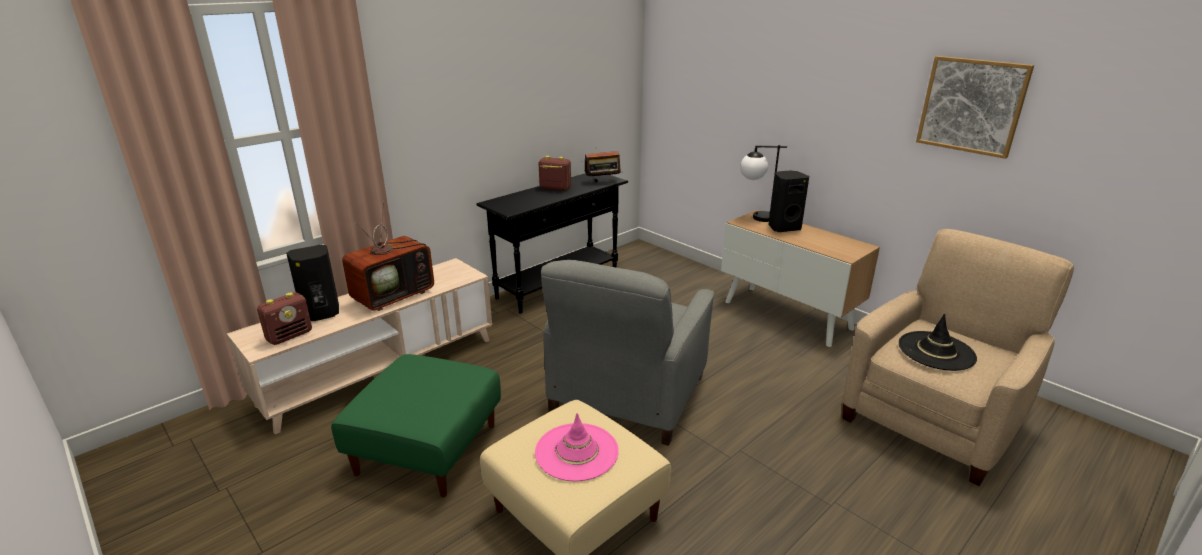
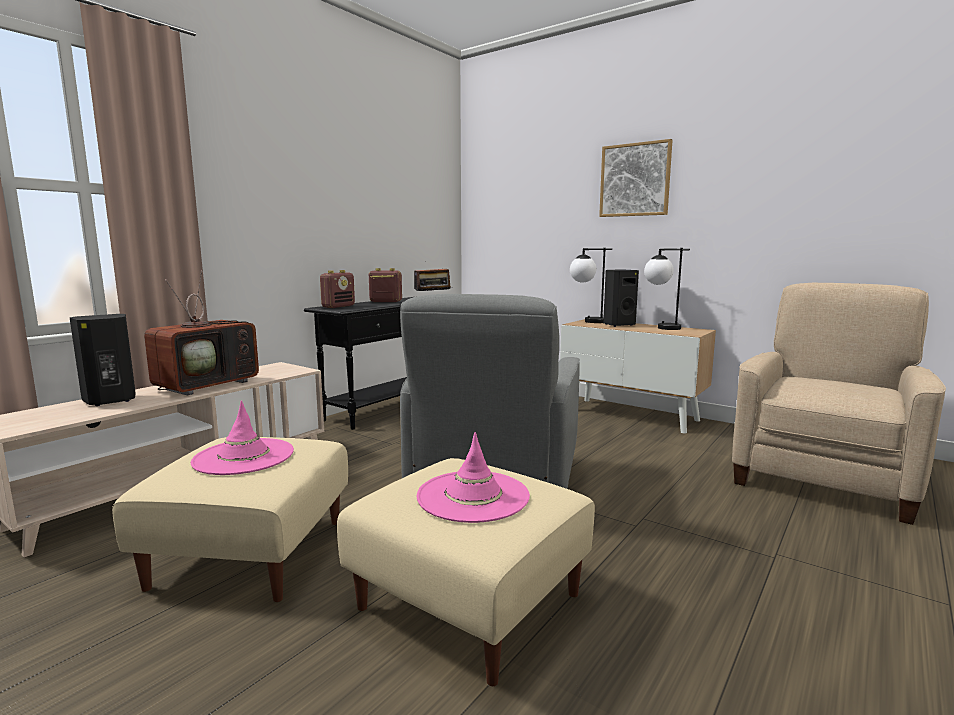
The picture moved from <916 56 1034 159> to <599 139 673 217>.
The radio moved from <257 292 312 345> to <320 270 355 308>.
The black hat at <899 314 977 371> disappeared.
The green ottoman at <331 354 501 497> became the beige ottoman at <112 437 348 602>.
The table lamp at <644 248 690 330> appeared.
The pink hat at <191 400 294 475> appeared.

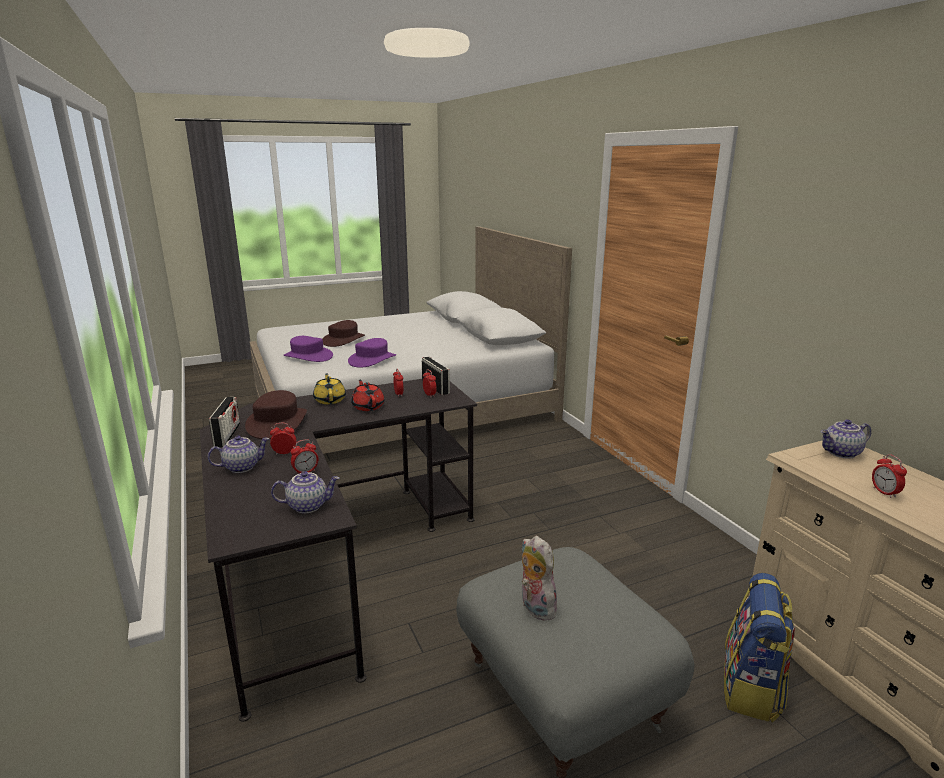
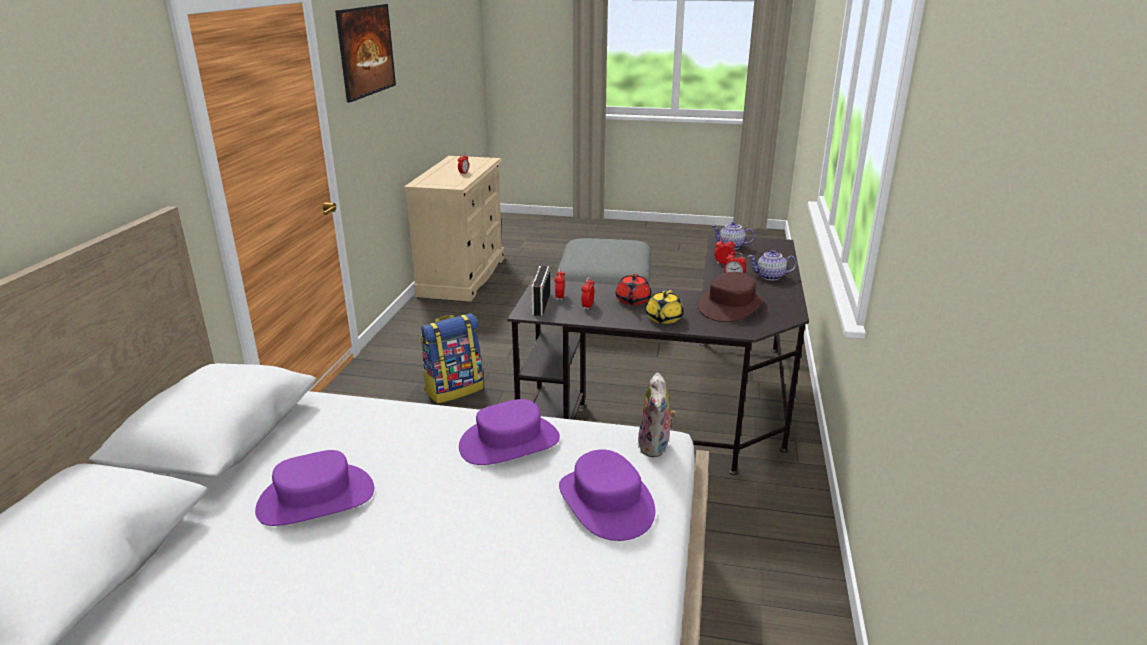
The brown hat at <322 320 365 347> disappeared.
The radio at <209 397 240 448> disappeared.
The teapot at <820 419 871 459> disappeared.
The plush toy moved from <522 536 557 621> to <637 372 677 457>.
The backpack moved from <724 573 795 722> to <420 313 484 404>.
The picture at <335 4 396 103> appeared.
The purple hat at <255 450 374 526> appeared.

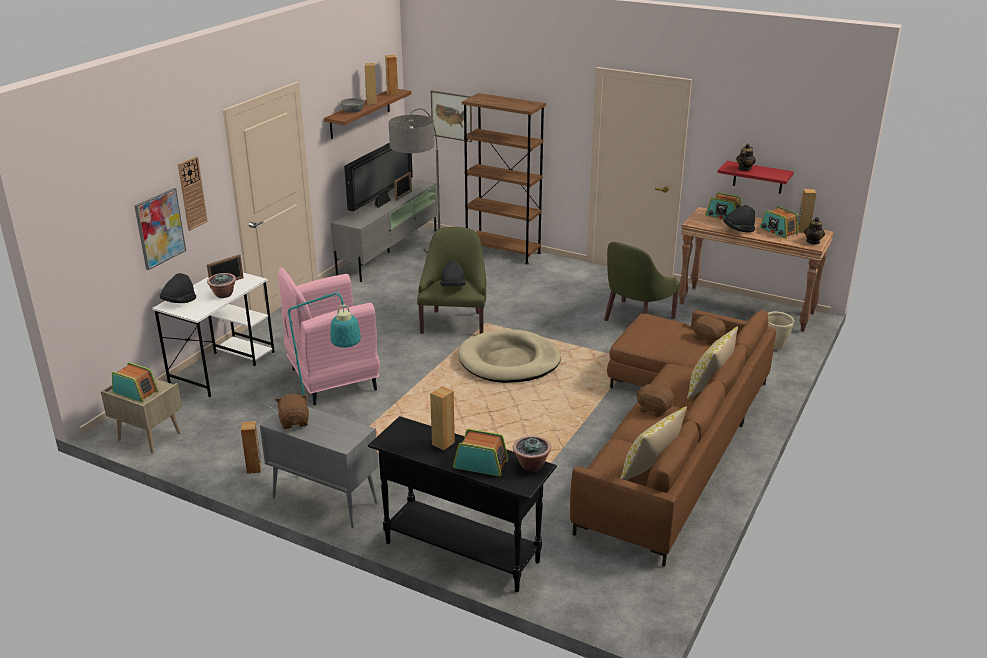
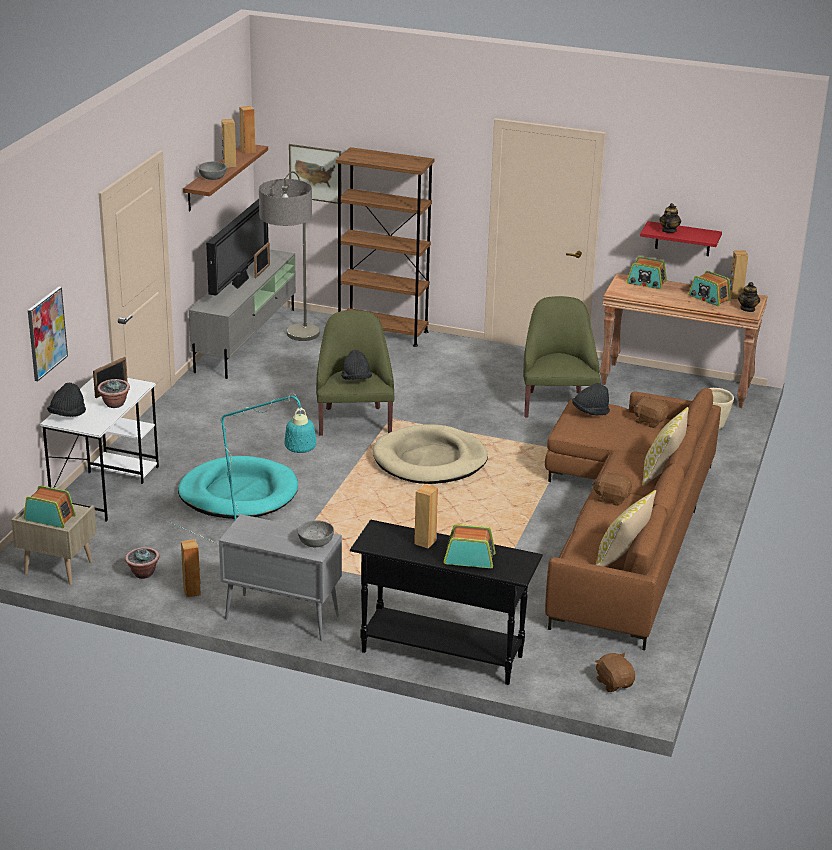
The wall clock at <178 156 208 231> disappeared.
The black hat moved from <723 205 755 232> to <572 383 610 416>.
The green armchair at <604 242 680 321> turned 150 degrees clockwise.
The pink armchair at <278 268 380 405> was replaced by the turquoise dog bed at <178 456 298 519>.
The brown plush toy moved from <275 394 309 429> to <595 653 635 692>.
The potted plant moved from <513 436 551 472> to <125 547 159 579>.
The grey bowl at <298 521 334 547> appeared.

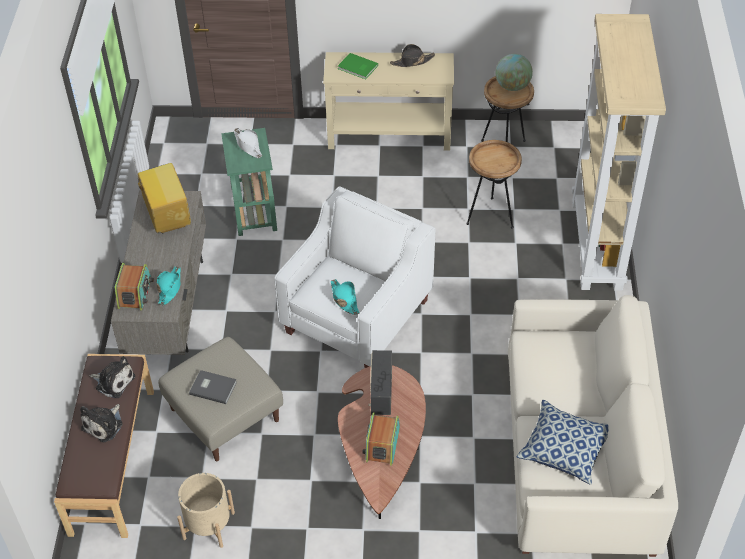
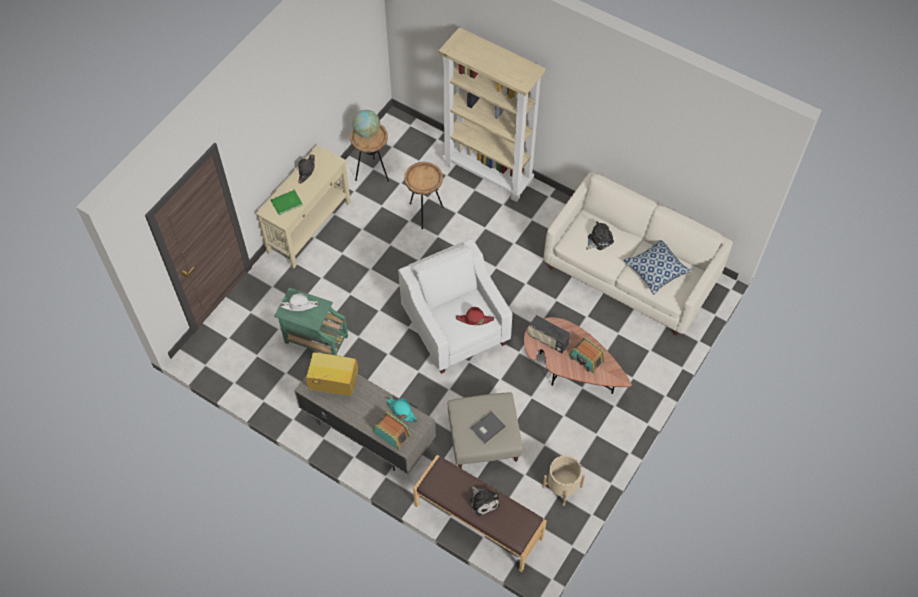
The turquoise hat at <331 279 360 315> became the red hat at <456 307 494 325>.
The plush toy moved from <89 356 135 398> to <586 221 614 250>.

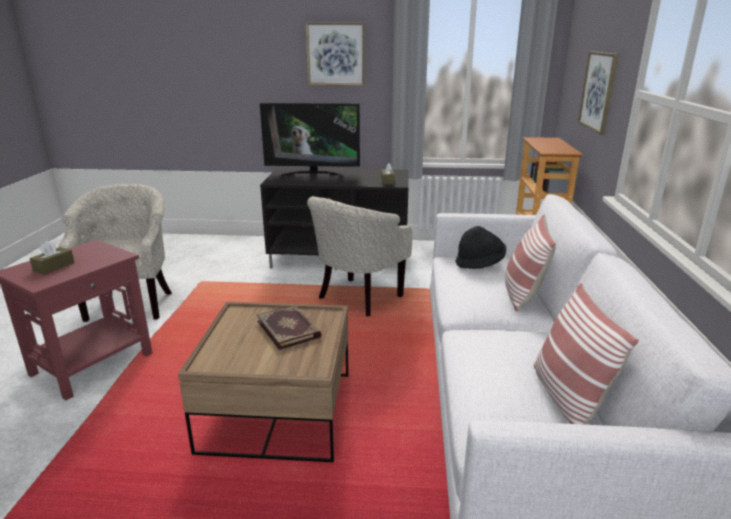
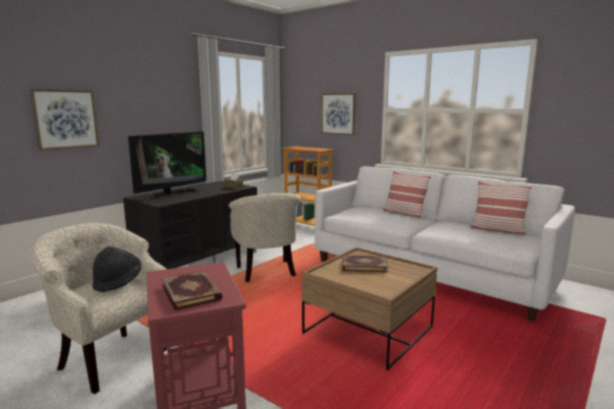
The picture moved from <305 22 365 85> to <30 89 99 151>.
The black hat moved from <455 226 506 269> to <93 246 142 293>.
The brown tissue box at <30 240 74 275> was replaced by the book at <161 271 223 311>.

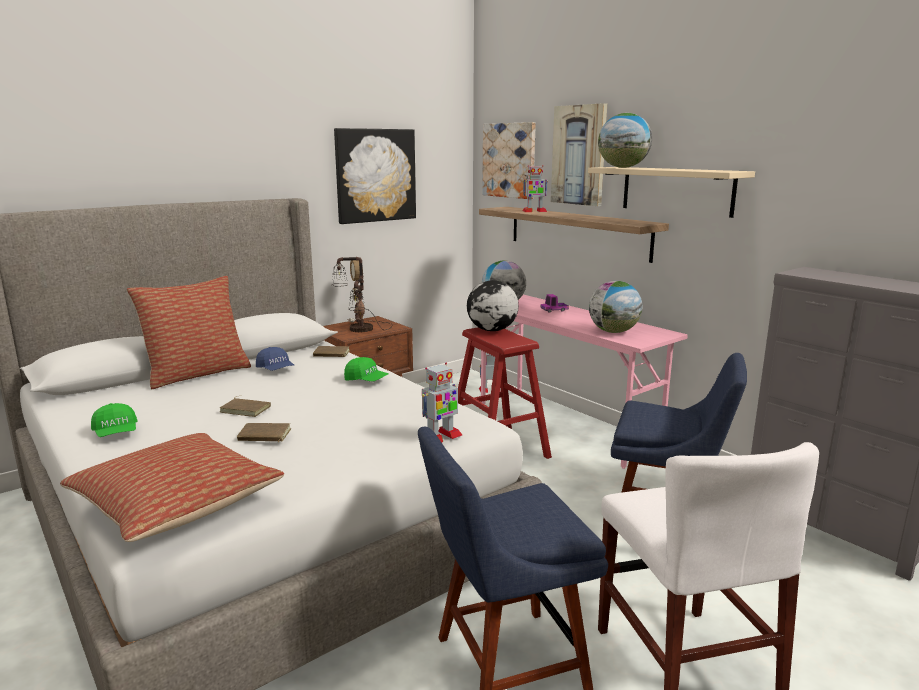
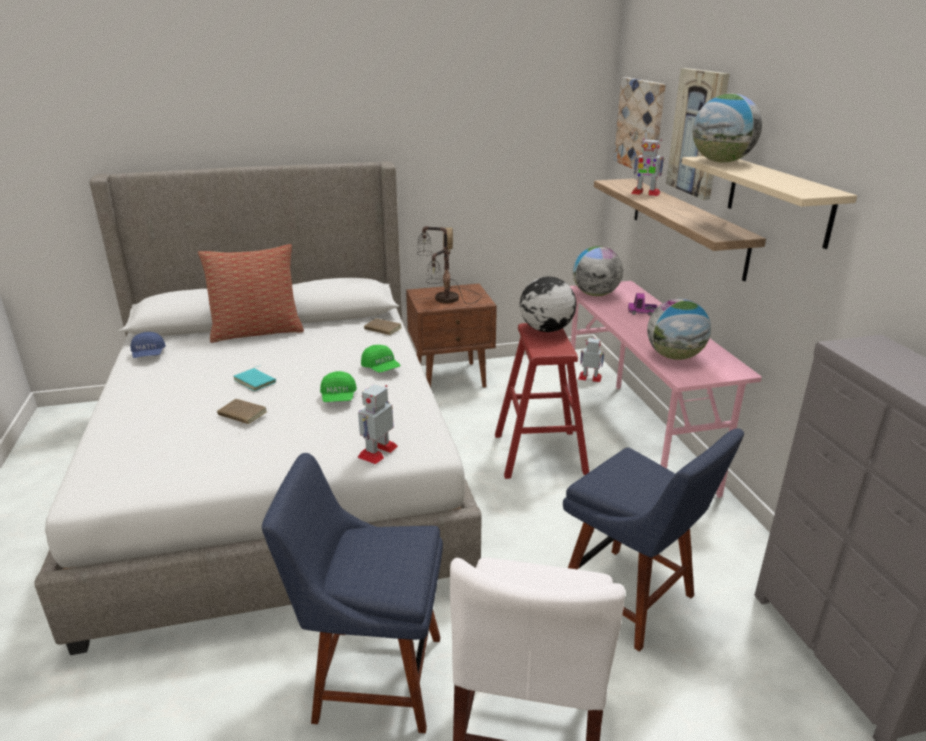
The picture at <334 128 416 224> disappeared.
The blue cap moved from <256 347 294 371> to <131 332 166 358>.
The toy robot at <422 363 462 442> turned 135 degrees clockwise.
The brown book at <220 396 271 417> became the turquoise book at <234 366 276 391>.
The green cap moved from <91 403 138 437> to <320 371 357 402>.
The pillow at <60 433 284 542> disappeared.

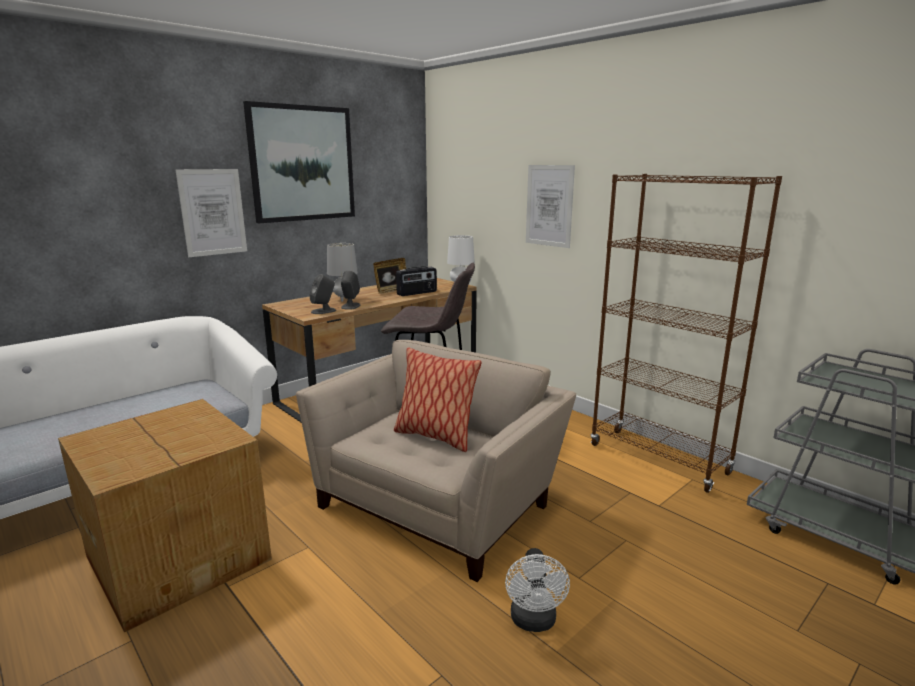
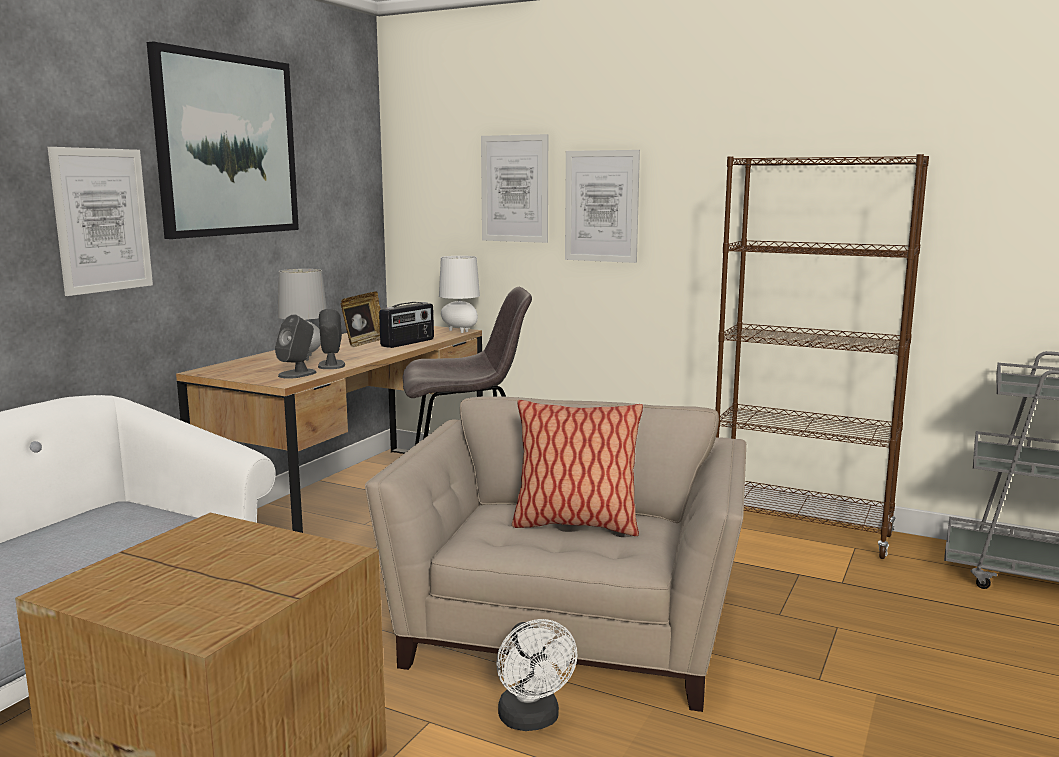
The white fan moved from <505 548 570 632> to <496 619 577 731>.
The picture at <481 134 548 243> appeared.

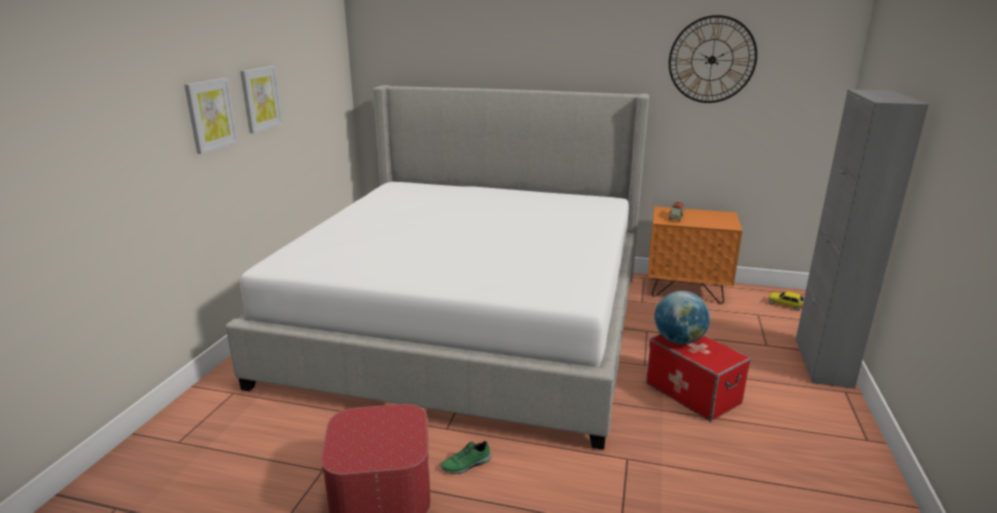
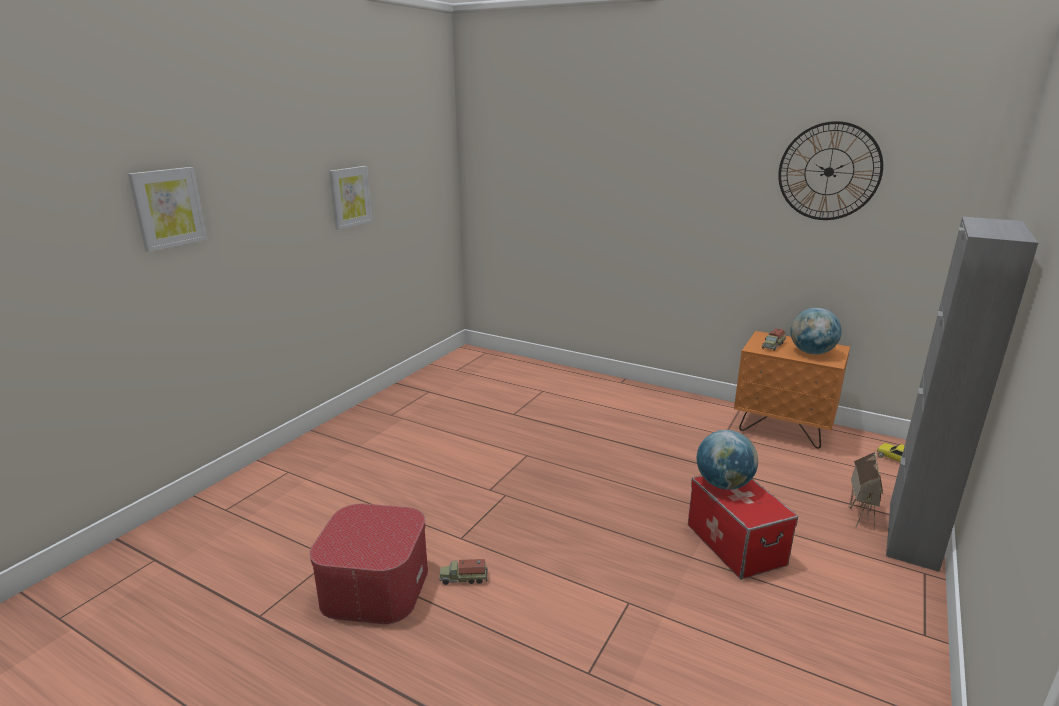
The picture moved from <185 78 238 154> to <128 167 207 252>.
The bed at <226 85 649 450> disappeared.
The green shoe at <440 441 492 474> was replaced by the toy truck at <439 559 487 585>.
The globe at <790 308 842 355> appeared.
The toy house at <848 451 883 531> appeared.

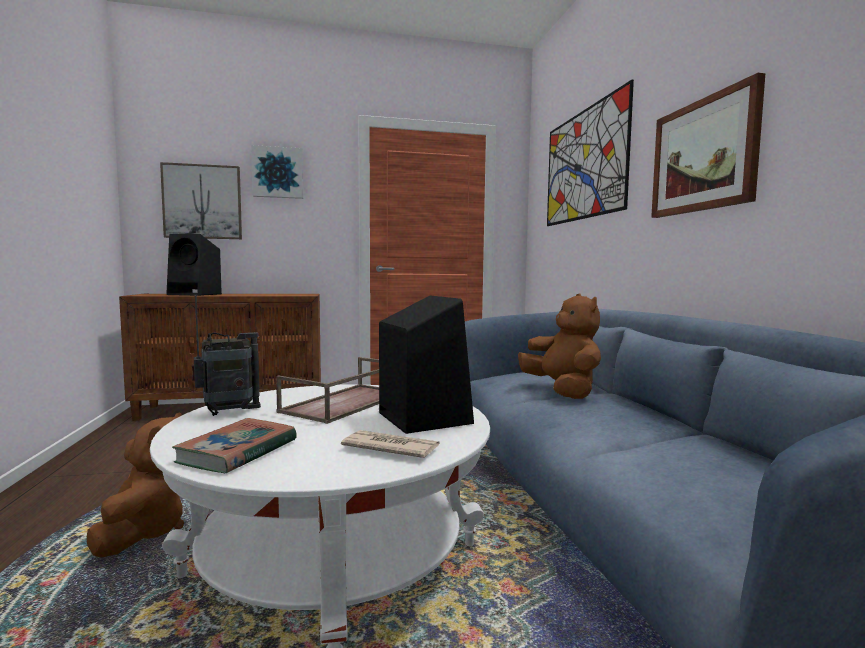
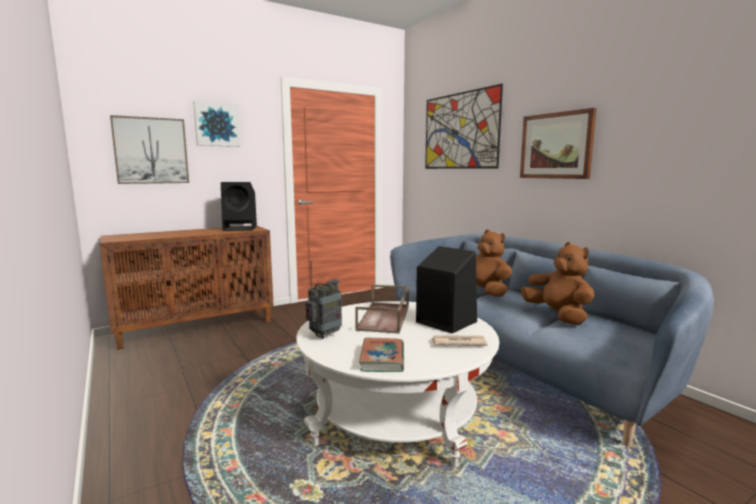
The black speaker moved from <166 234 222 296> to <221 182 257 231>.
The brown plush toy moved from <87 412 184 558> to <521 242 595 325>.

